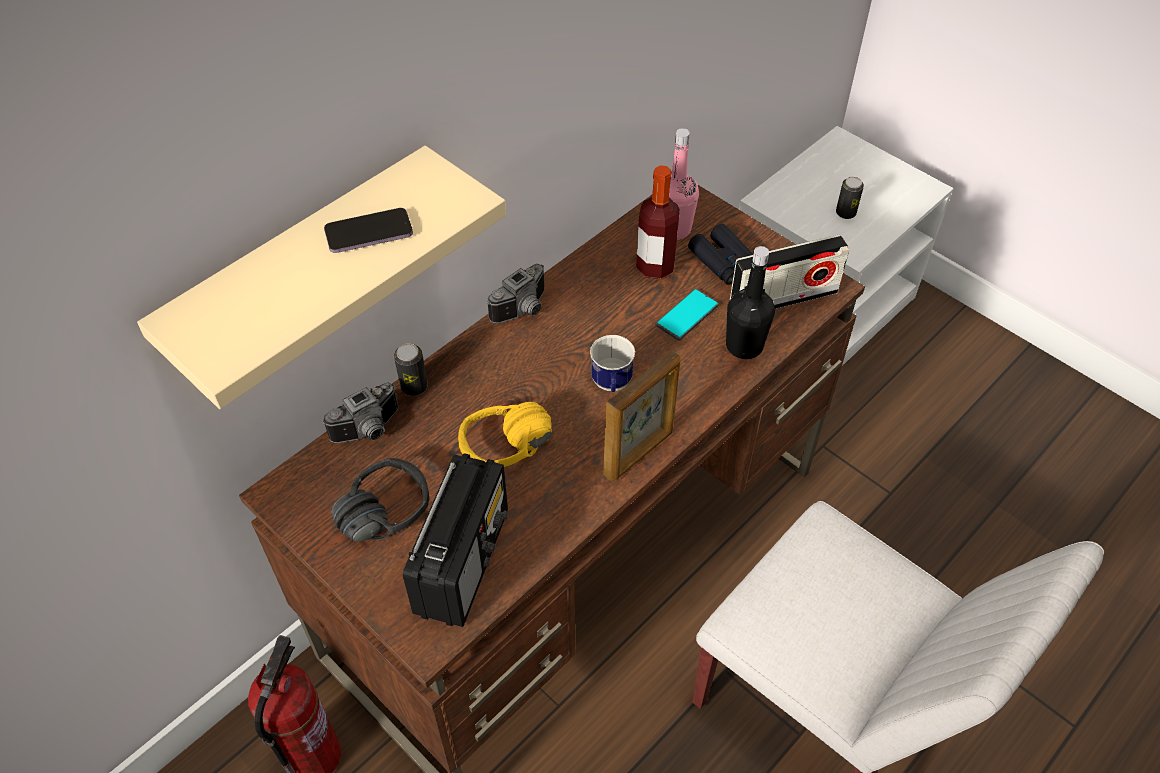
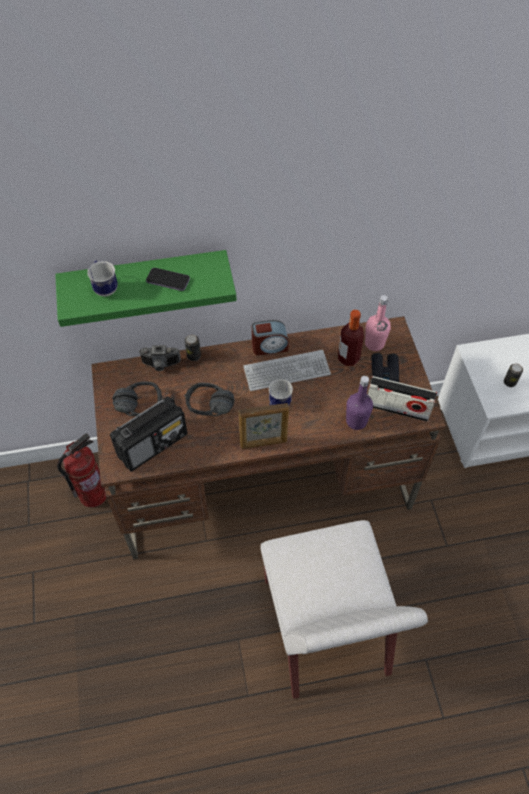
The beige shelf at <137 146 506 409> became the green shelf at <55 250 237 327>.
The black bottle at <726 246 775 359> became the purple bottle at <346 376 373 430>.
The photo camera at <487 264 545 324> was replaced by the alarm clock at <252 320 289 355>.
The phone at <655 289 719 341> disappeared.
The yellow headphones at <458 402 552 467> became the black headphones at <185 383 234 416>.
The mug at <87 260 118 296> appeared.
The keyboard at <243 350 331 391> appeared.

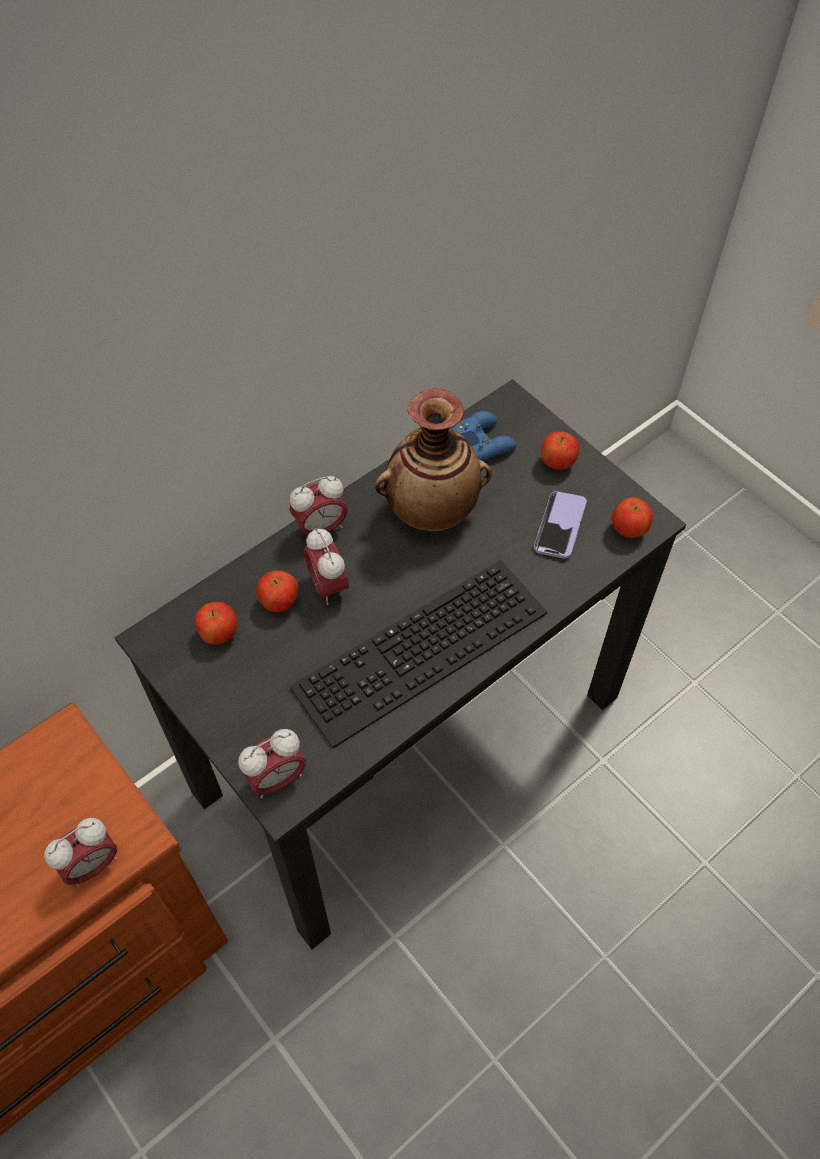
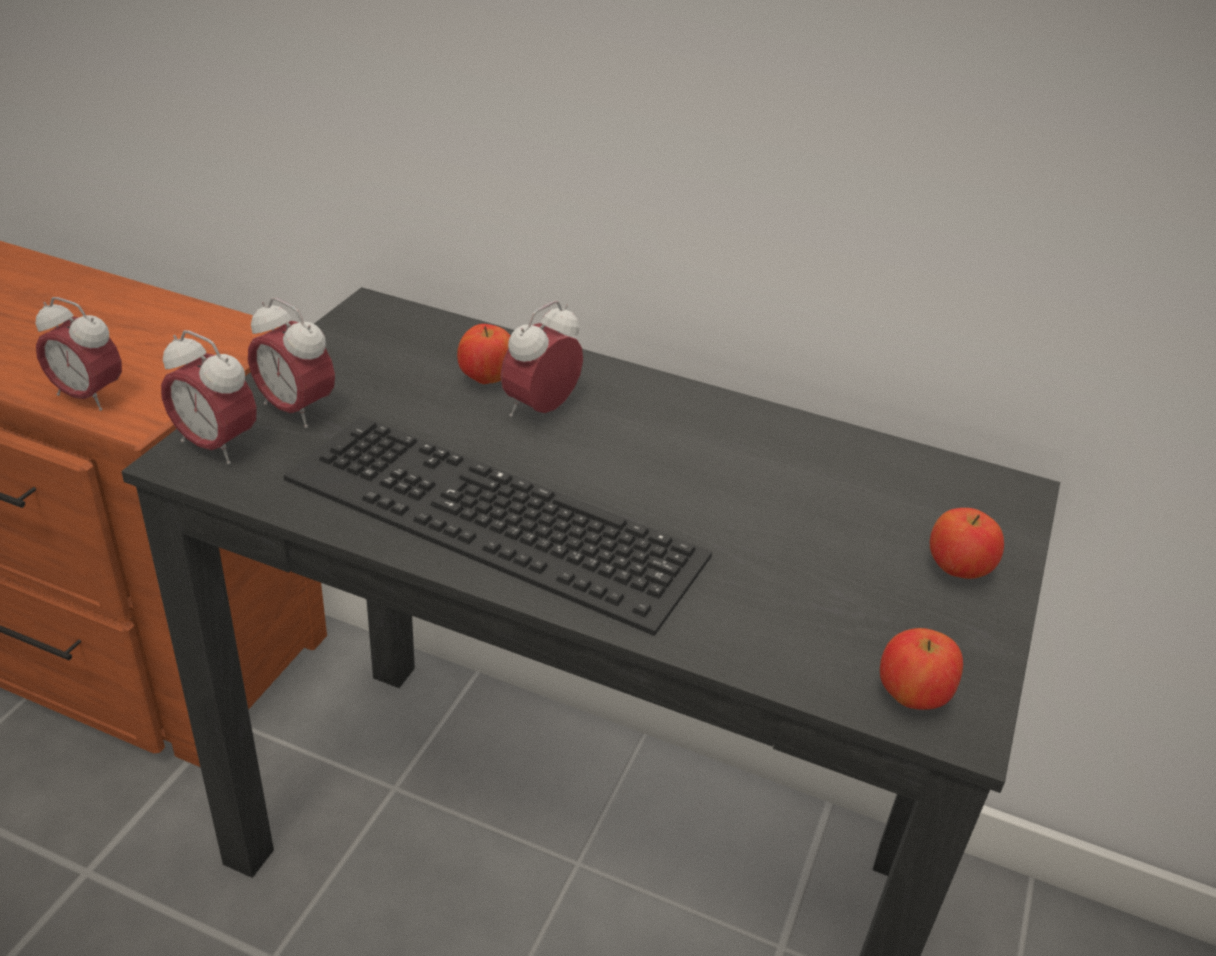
The vase at <375 389 492 531> disappeared.
The blue game controller at <451 411 517 461> disappeared.
The alarm clock moved from <289 476 348 537> to <248 297 335 428>.
The phone at <534 491 587 559> disappeared.
The apple at <194 602 237 645> disappeared.

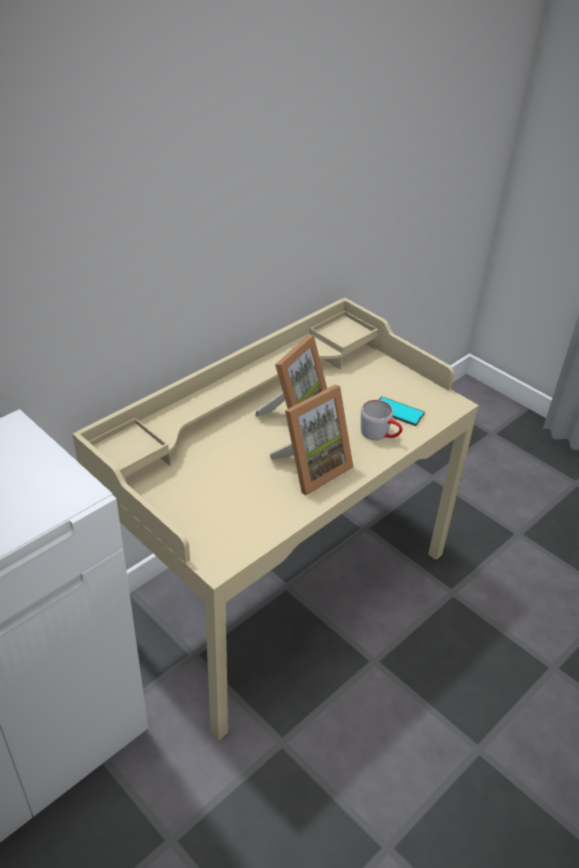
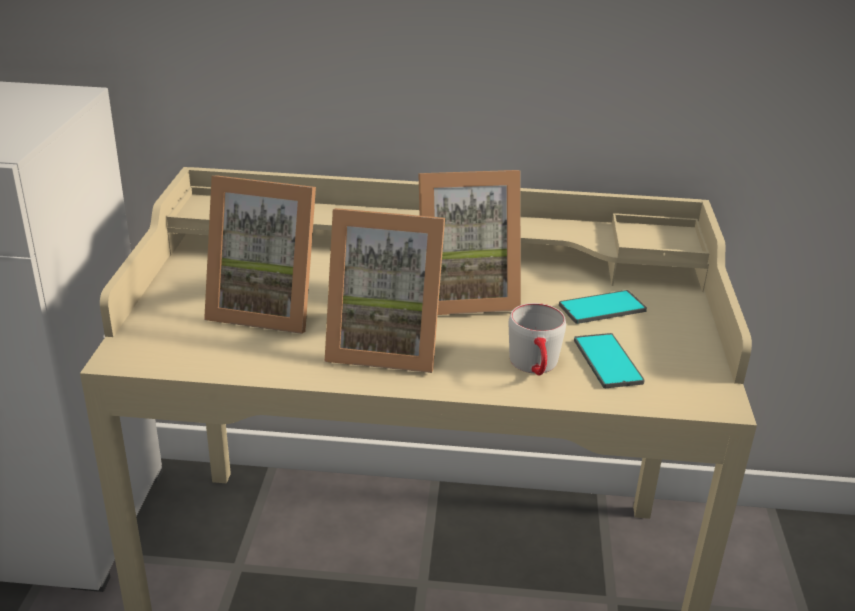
The picture frame at <204 175 316 334> appeared.
The phone at <559 290 647 324> appeared.

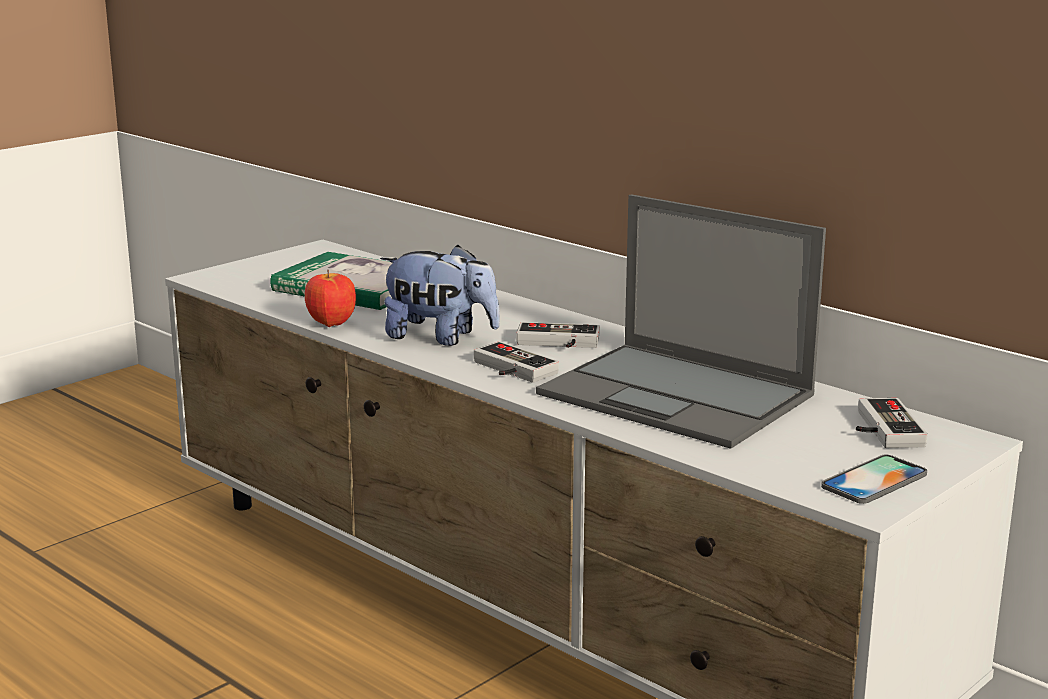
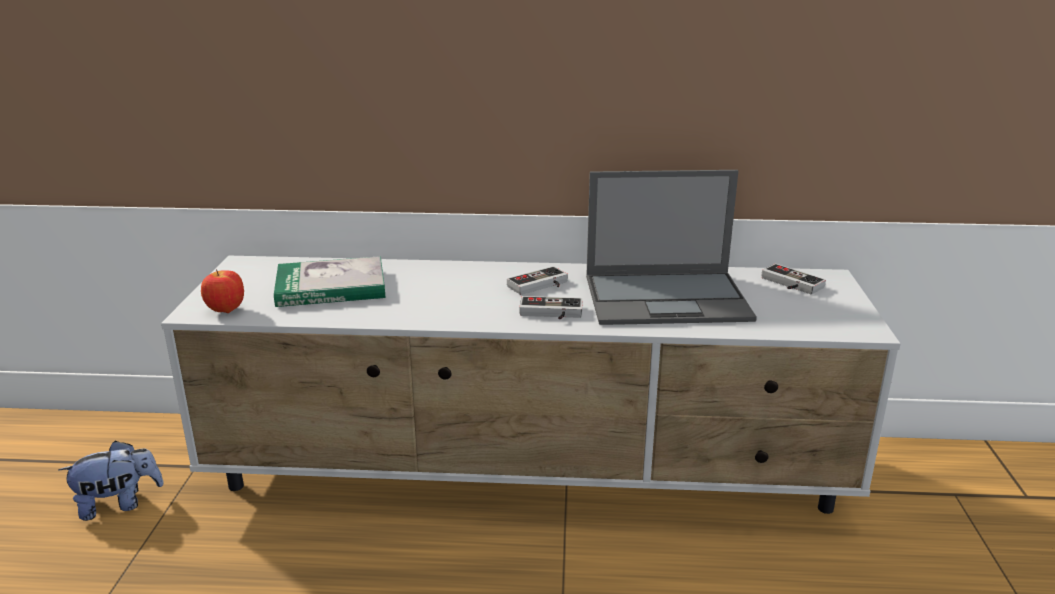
The plush toy moved from <380 245 500 346> to <59 441 164 521>.
The apple moved from <305 270 356 327> to <201 269 244 313>.
The phone at <821 455 927 504> disappeared.

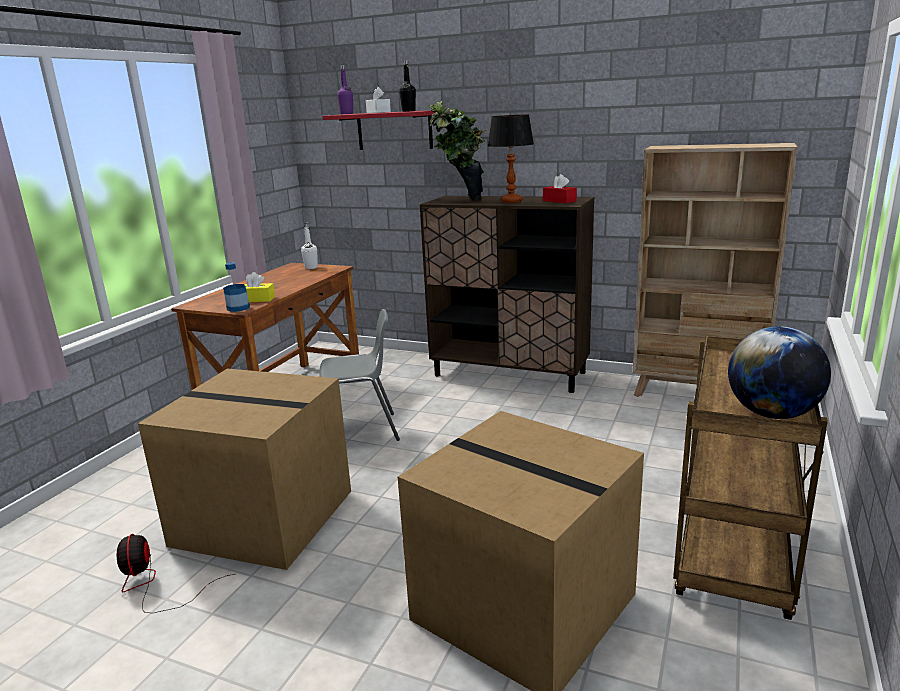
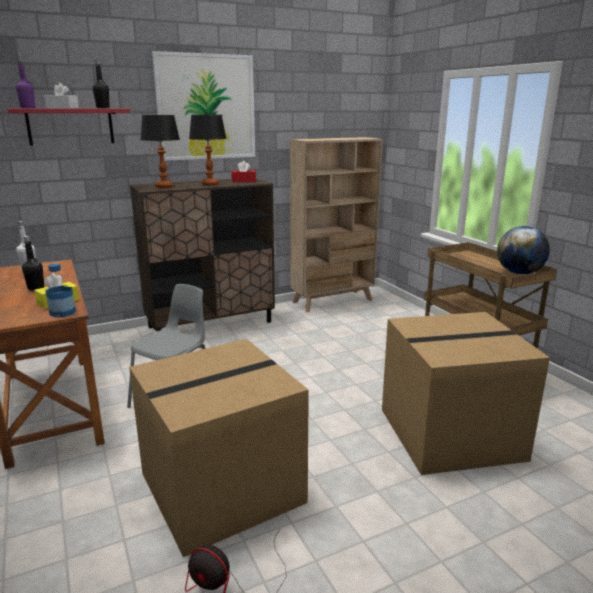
The potted plant at <429 101 488 200> was replaced by the table lamp at <141 115 180 188>.
The picture at <152 51 255 161> appeared.
The black bottle at <22 236 44 290> appeared.

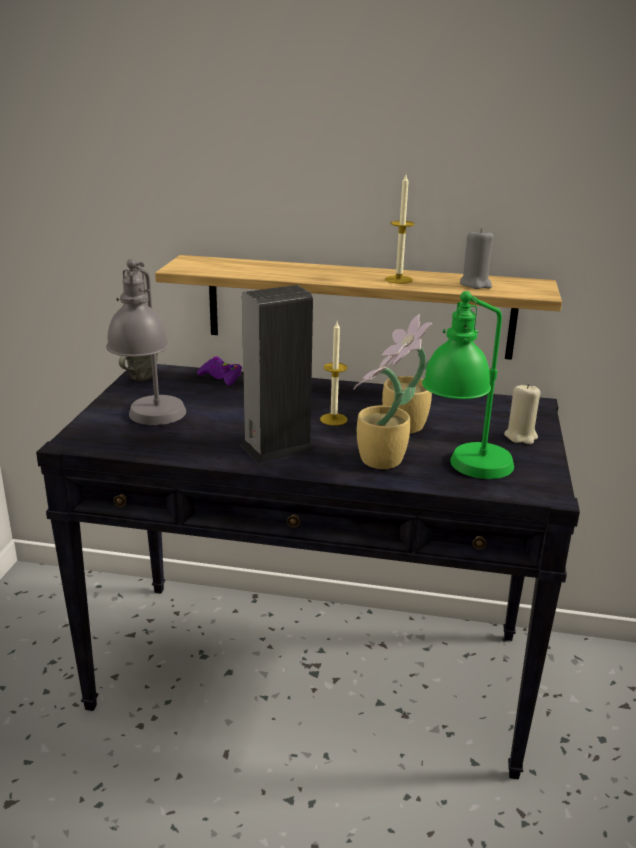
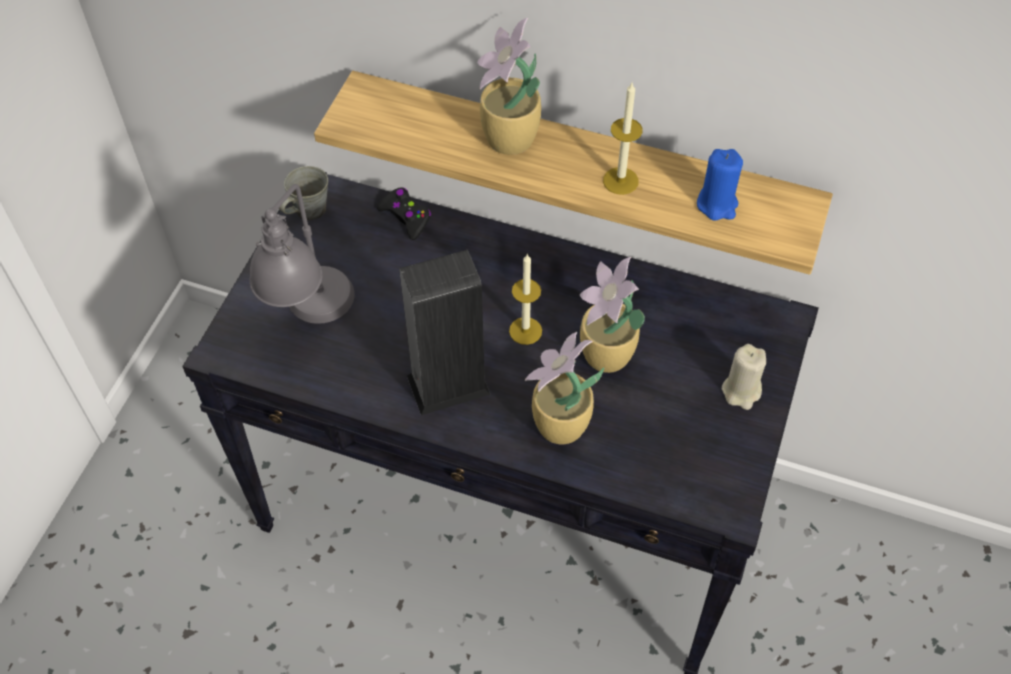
The grey candle at <460 228 493 289> became the blue candle at <697 149 743 221>.
The green table lamp at <422 291 514 479> disappeared.
The purple game controller at <197 356 242 386> became the black game controller at <377 187 431 240>.
The potted plant at <477 18 541 155> appeared.

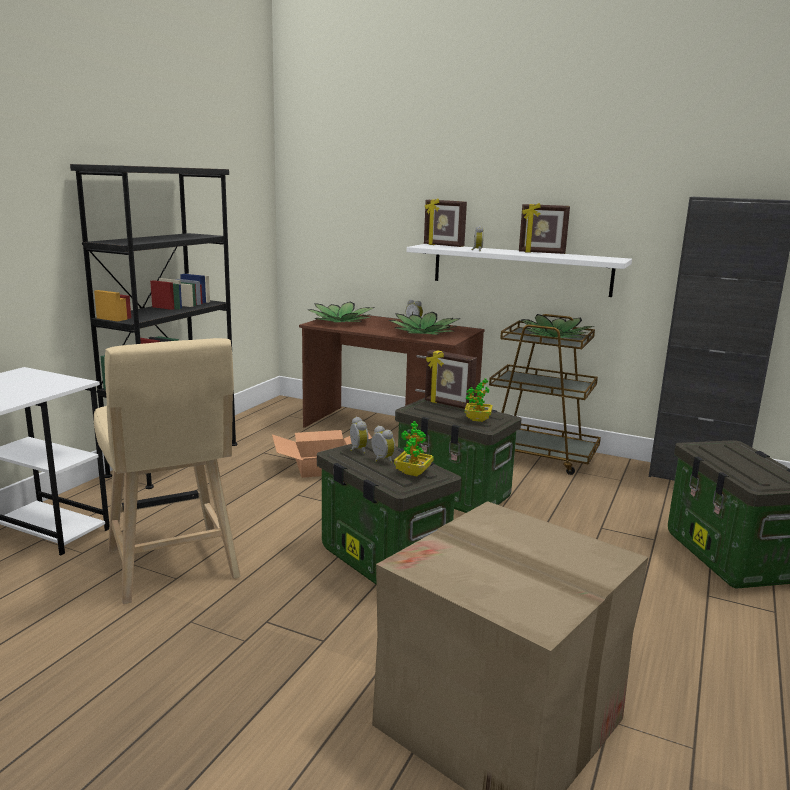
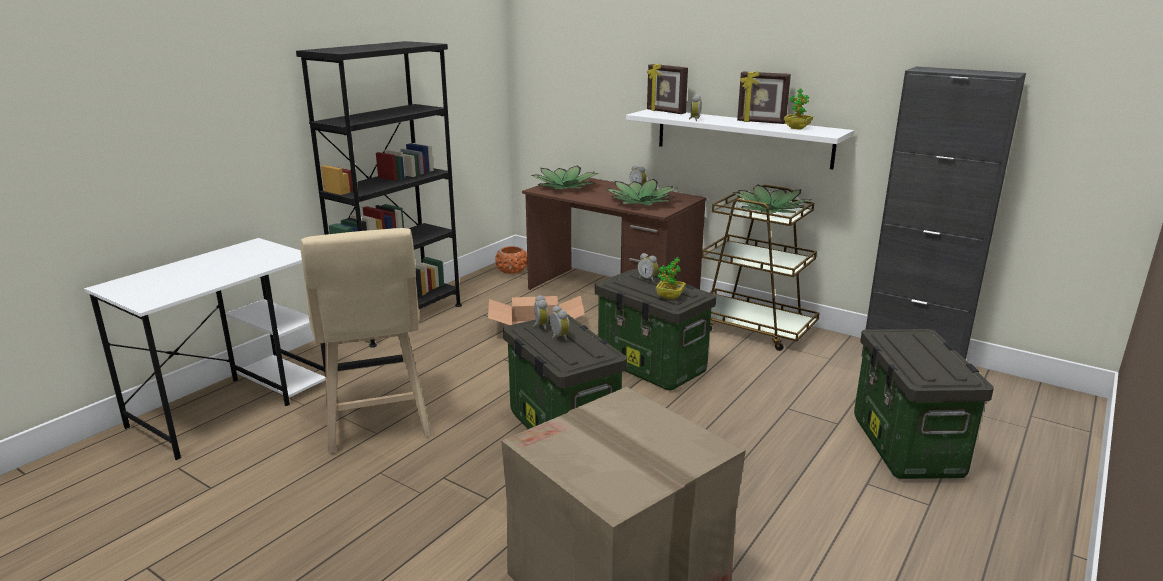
The picture frame at <425 350 477 409> was replaced by the alarm clock at <637 253 659 282>.
The potted plant moved from <394 421 434 476> to <784 88 813 130>.
The orange planter at <496 246 527 274> appeared.

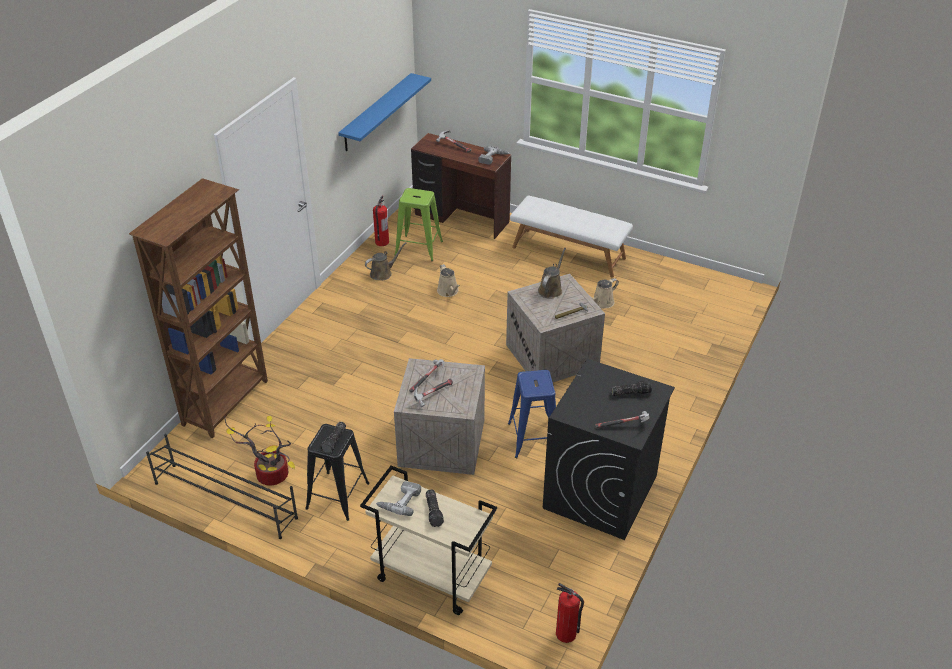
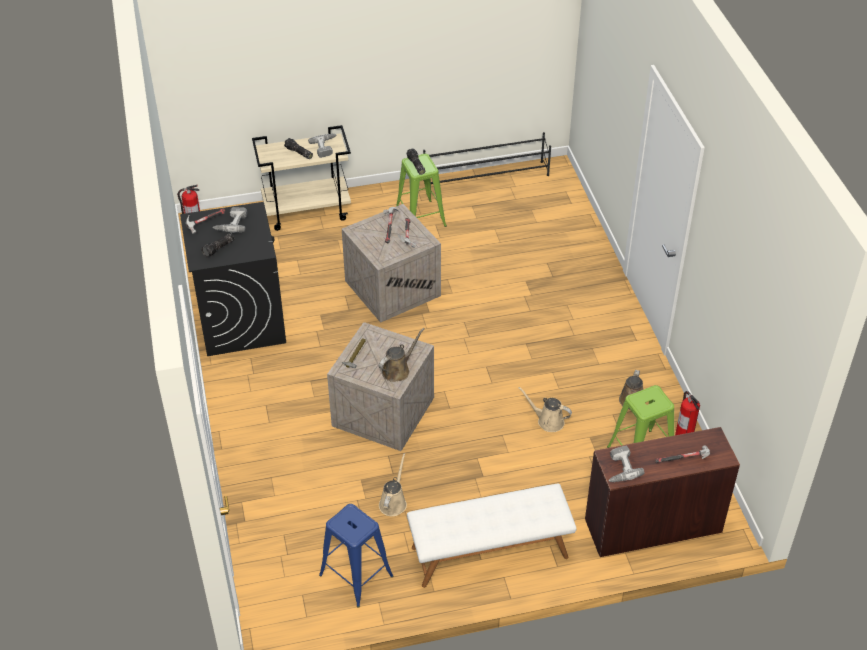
The blue shelf at <338 73 431 152> disappeared.
The brown bookcase at <129 178 268 438> disappeared.
The brown watering can at <538 248 566 299> turned 120 degrees counterclockwise.
The blue stool moved from <508 370 556 459> to <319 504 393 607>.
The potted plant at <224 416 295 486> disappeared.
The black stool at <305 424 370 521> became the green stool at <396 154 447 227>.
The power drill at <213 207 247 233> appeared.

